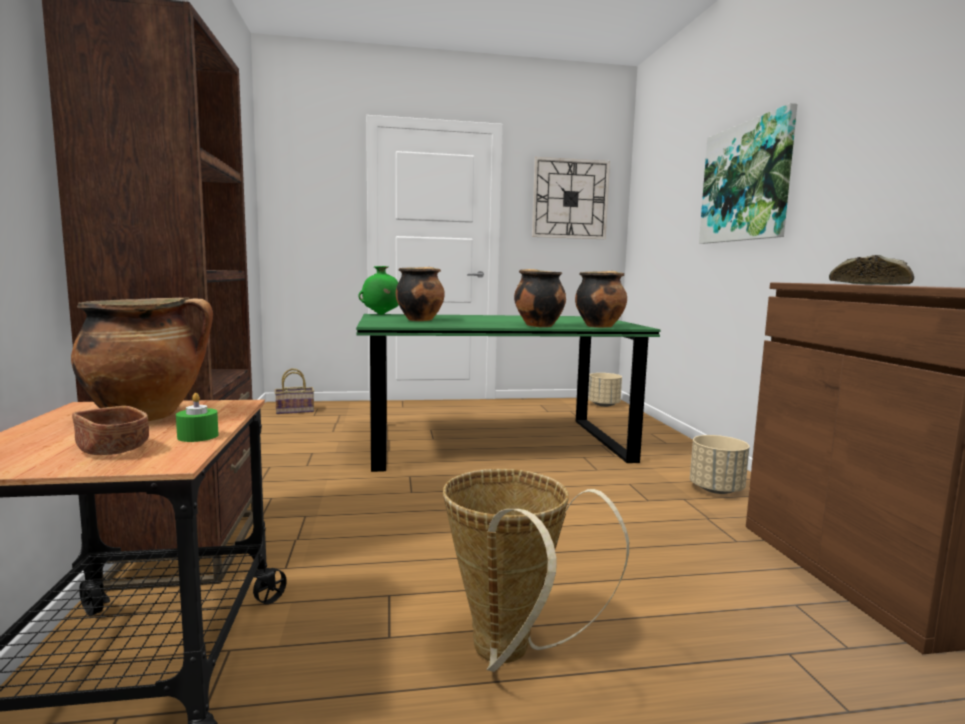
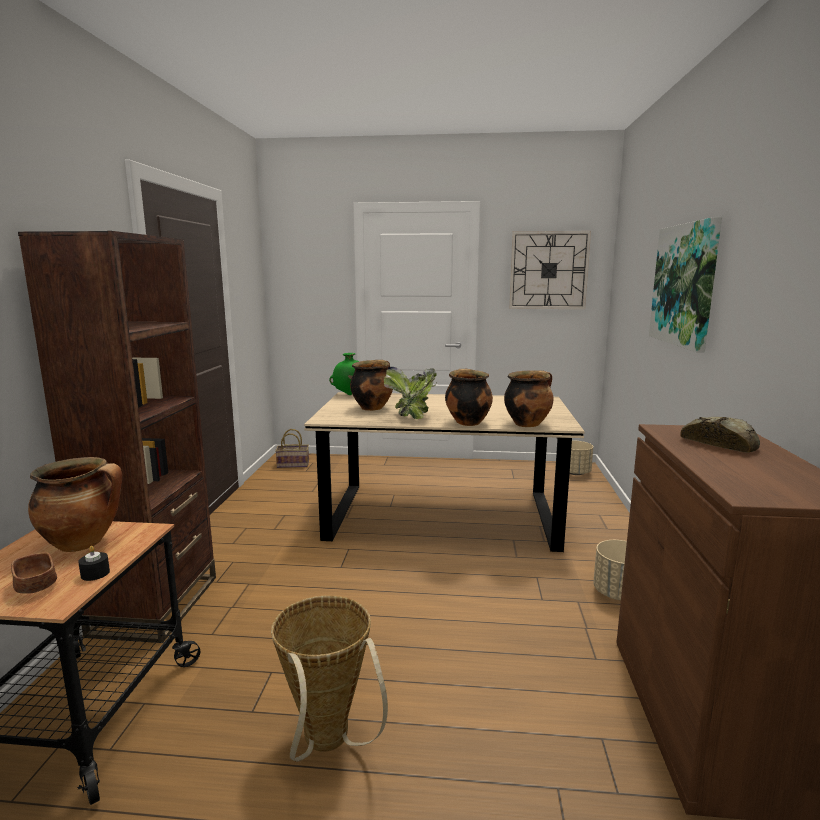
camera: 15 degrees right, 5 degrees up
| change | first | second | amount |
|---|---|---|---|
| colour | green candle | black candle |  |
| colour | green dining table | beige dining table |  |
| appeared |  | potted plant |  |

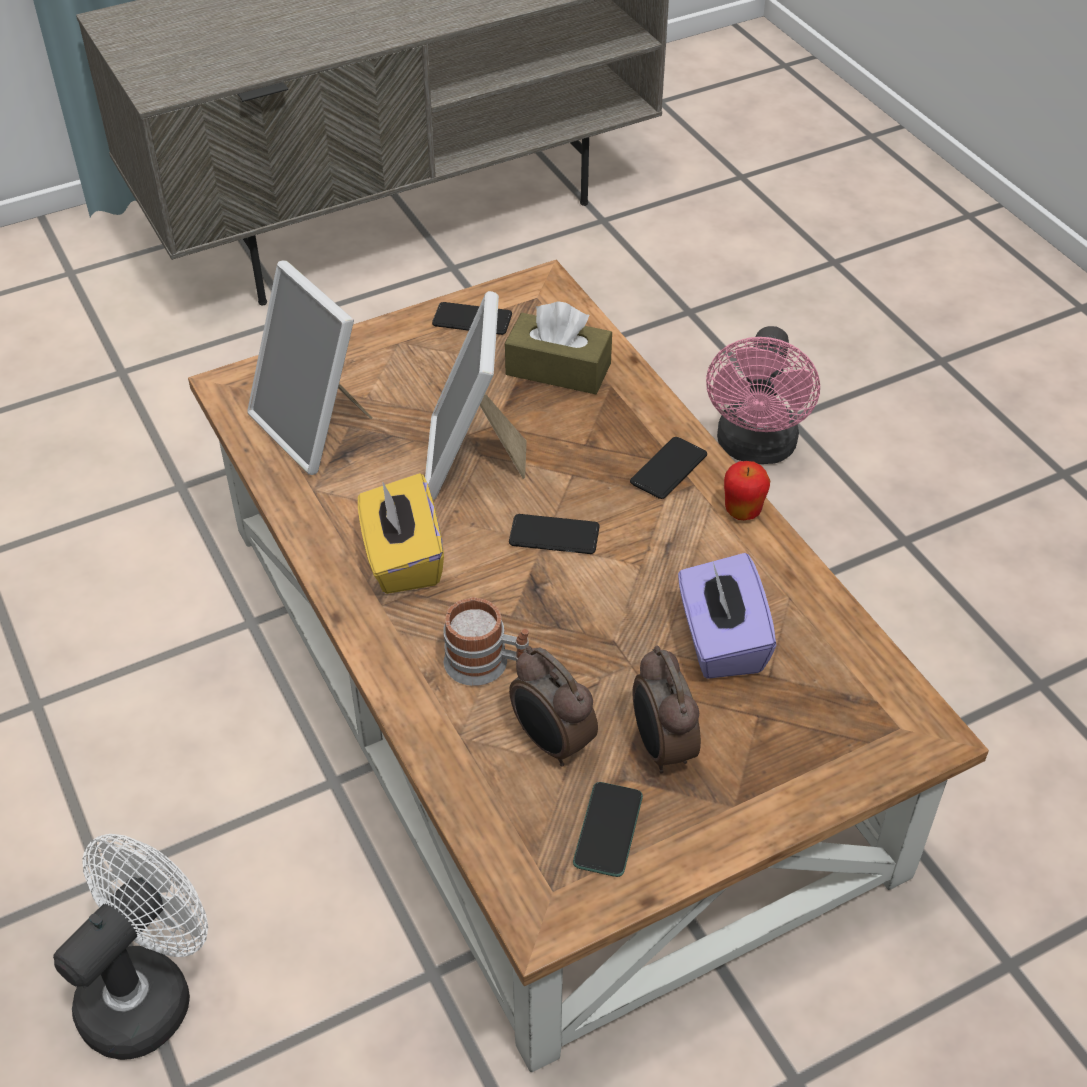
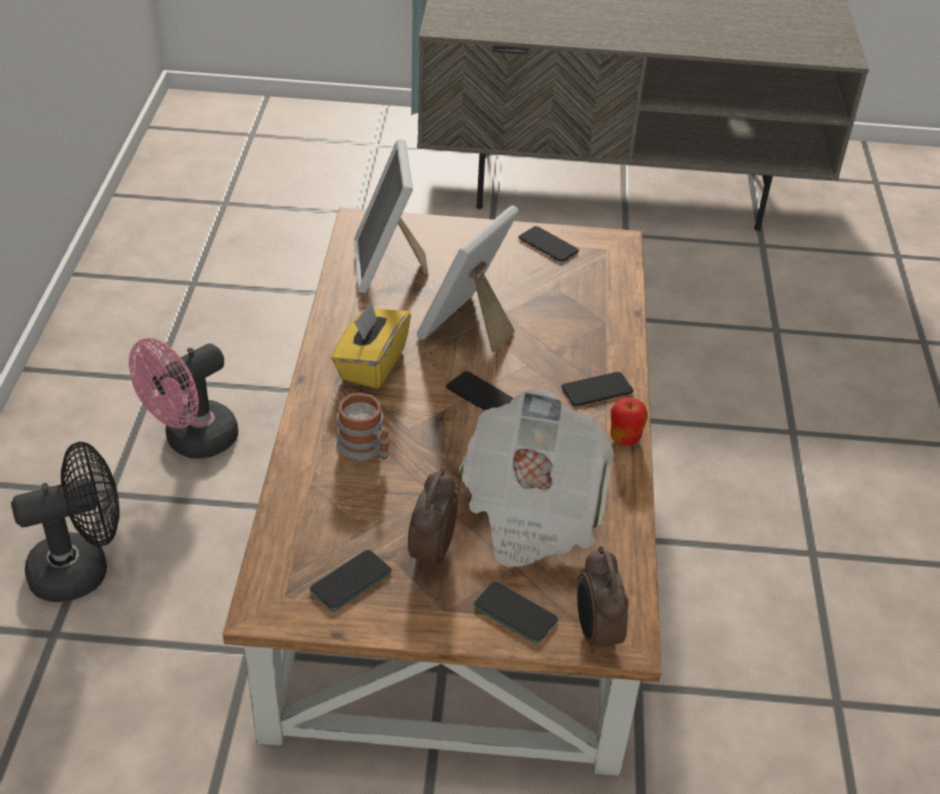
camera: 30 degrees right, 5 degrees down
| change | first | second | amount |
|---|---|---|---|
| colour | white fan | black fan |  |
| relocated | pink fan |  |  |
| exchanged | purple tissue box | newspaper |  |
| appeared |  | phone (no. 3 from left) |  |
| relocated | alarm clock (no. 1 from left in the first image) | alarm clock (no. 2 from left) |  |
| missing | brown tissue box |  |  |

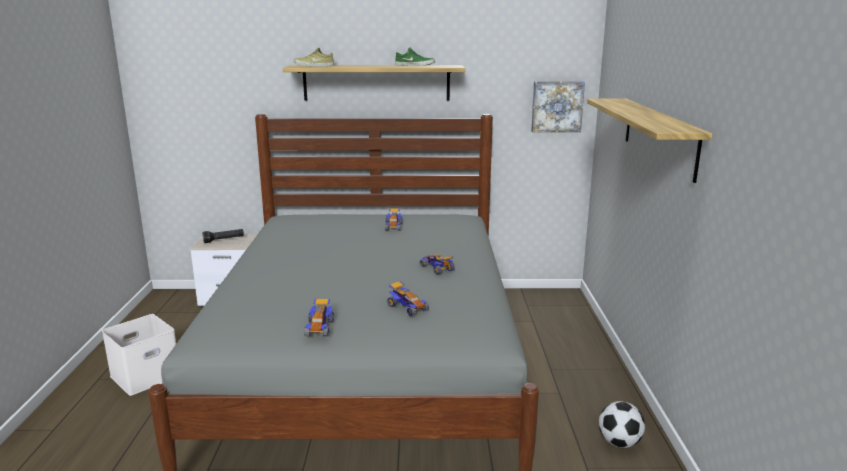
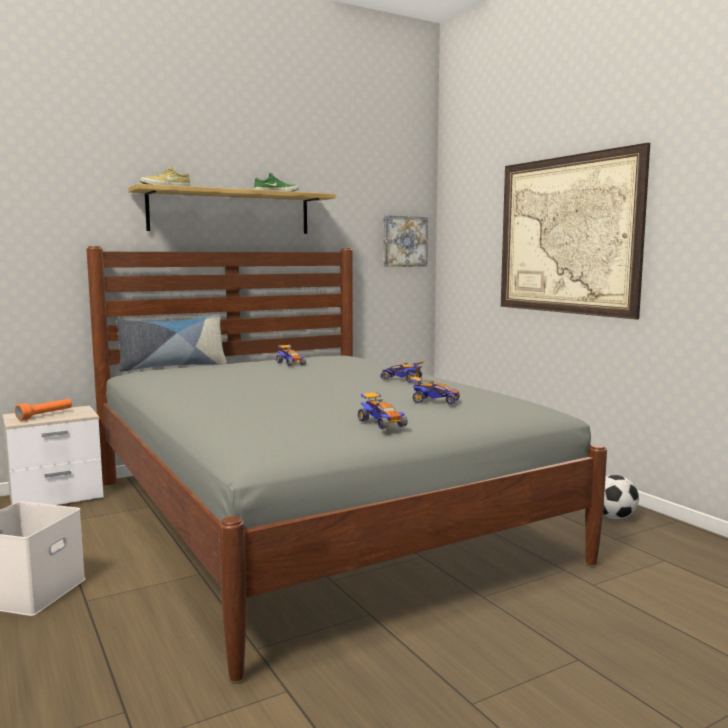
camera: 30 degrees left, 10 degrees down
| change | first | second | amount |
|---|---|---|---|
| colour | black flashlight | orange flashlight |  |
| appeared |  | pillow |  |
| exchanged | shelf (no. 2 from left) | picture (no. 2 from left) |  |

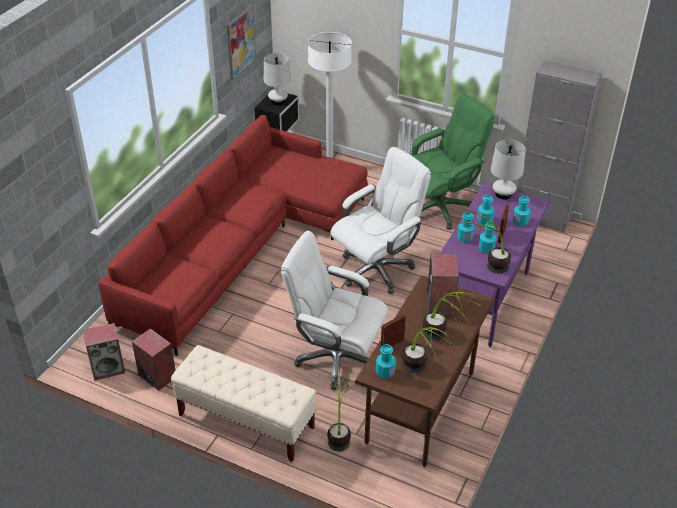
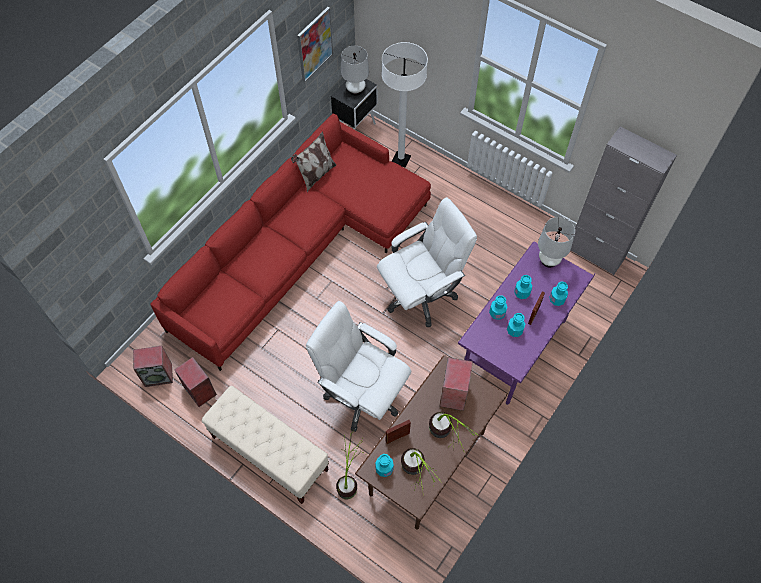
camera: 10 degrees right, 20 degrees up
| change | first | second | amount |
|---|---|---|---|
| appeared |  | pillow |  |
| missing | green office chair |  |  |
| missing | potted plant (no. 4 from left) |  |  |

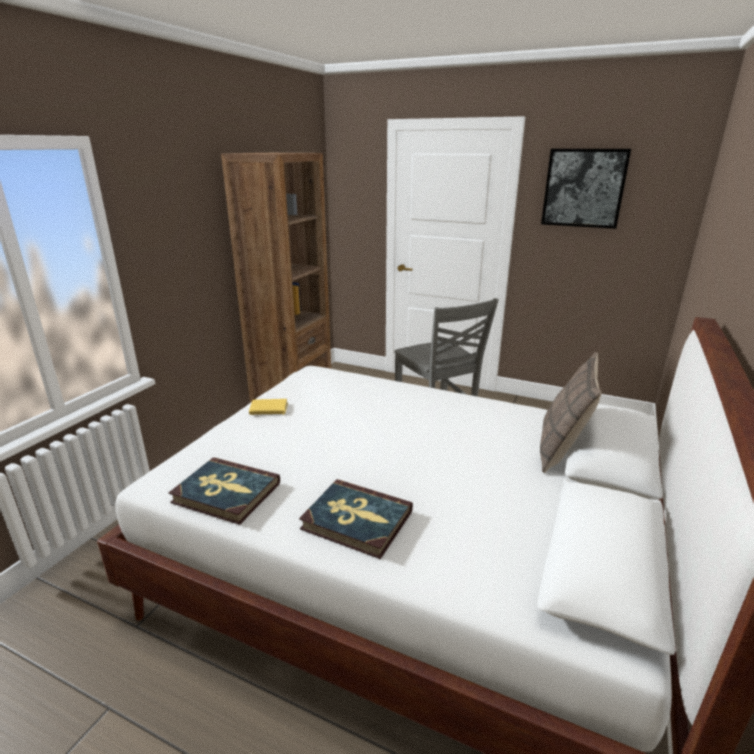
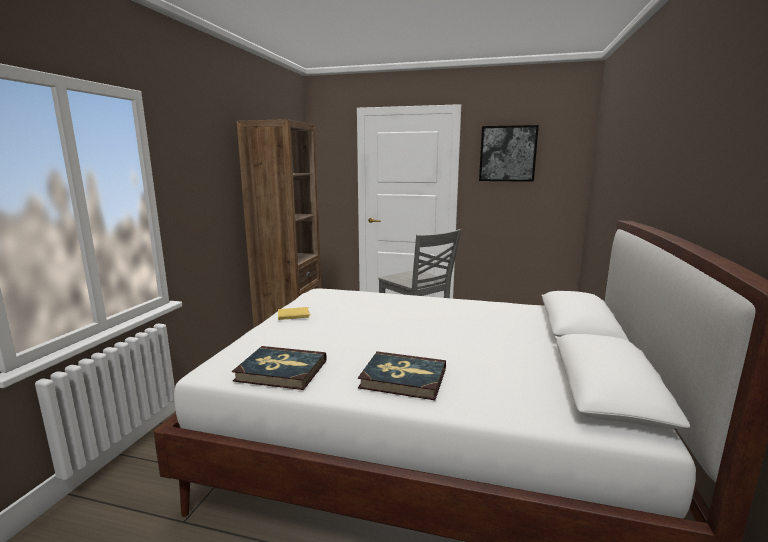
camera: 10 degrees left, 10 degrees down
| change | first | second | amount |
|---|---|---|---|
| missing | pillow |  |  |

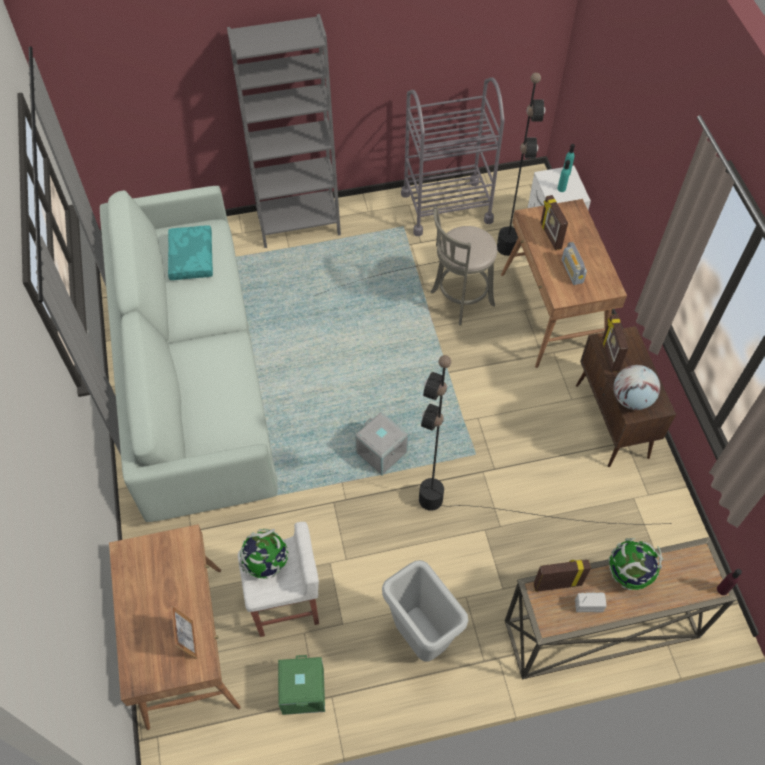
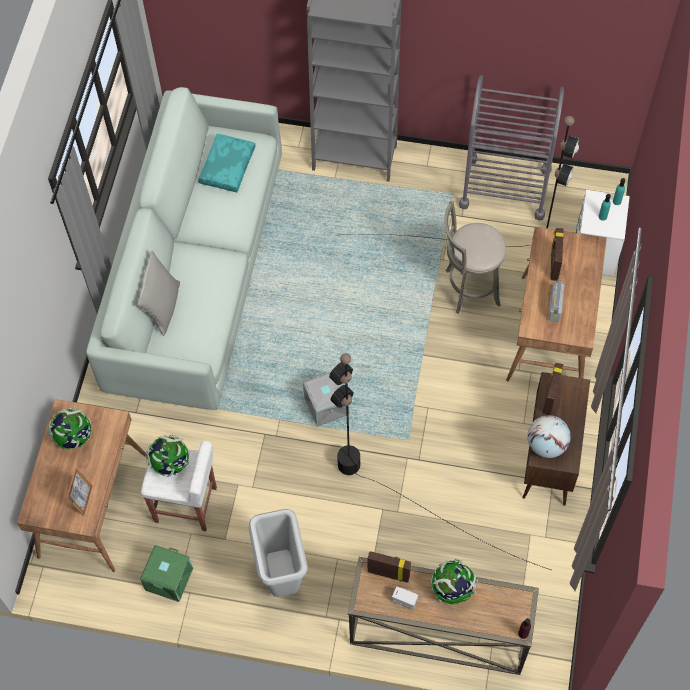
camera: 25 degrees right, 5 degrees up
| change | first | second | amount |
|---|---|---|---|
| appeared |  | globe (no. 1 from left) |  |
| appeared |  | grey pillow |  |

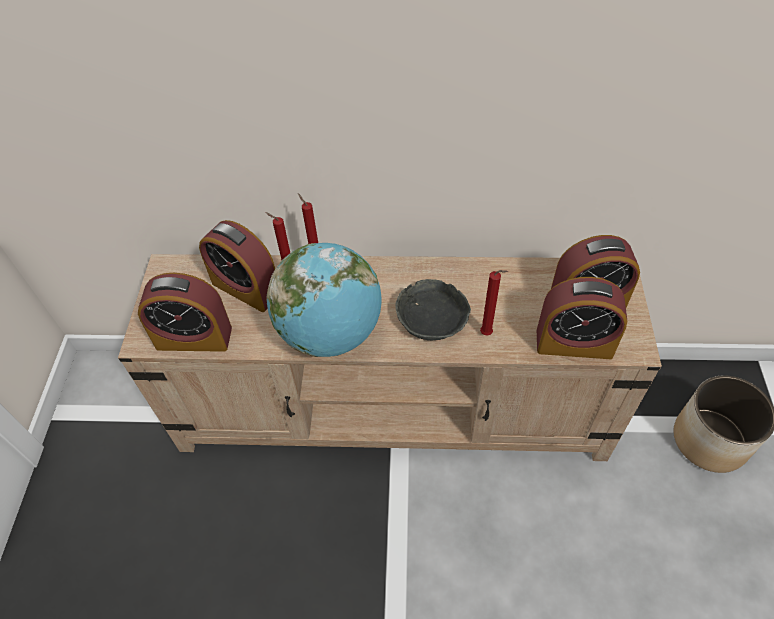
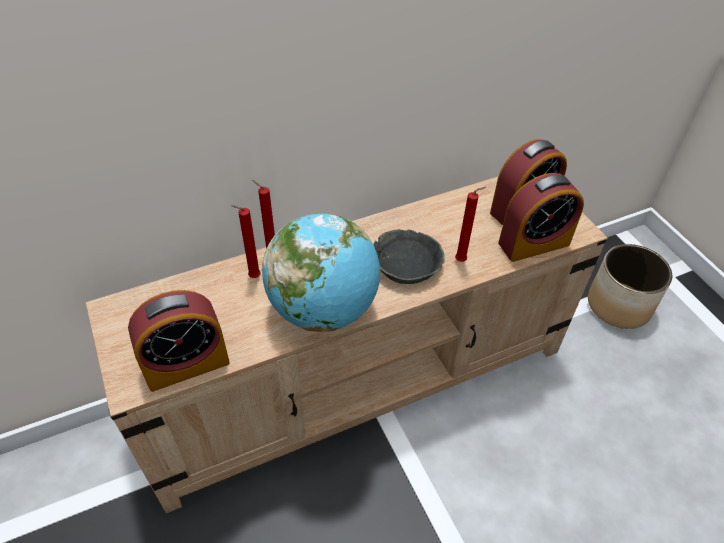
camera: 30 degrees left, 5 degrees down
| change | first | second | amount |
|---|---|---|---|
| missing | alarm clock (no. 2 from left) |  |  |

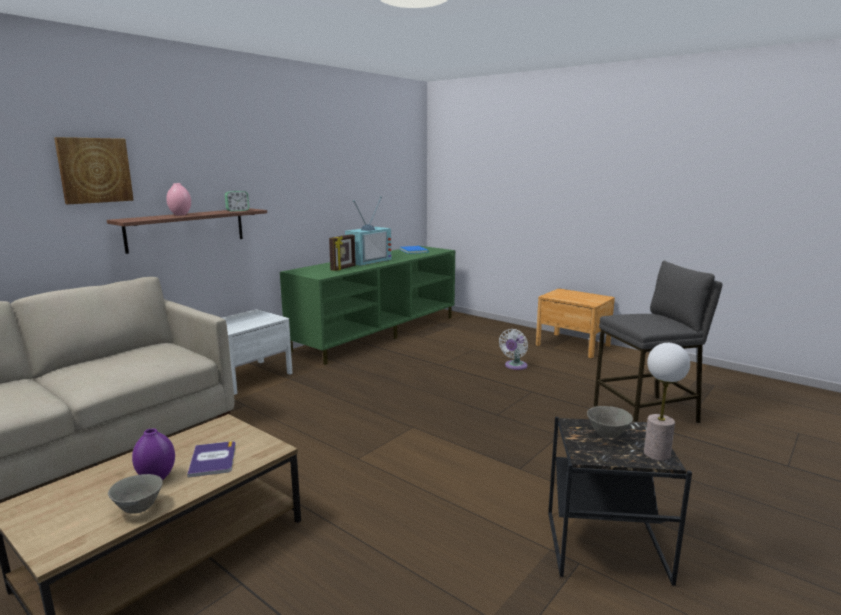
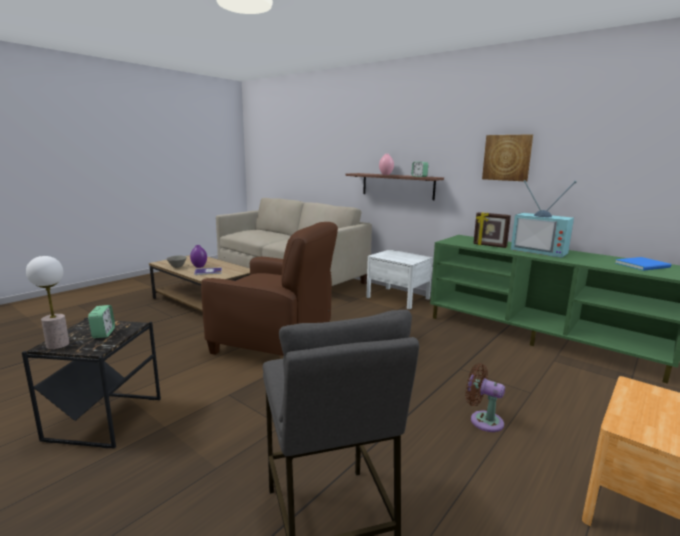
camera: 90 degrees right, 0 degrees up
| change | first | second | amount |
|---|---|---|---|
| exchanged | grey bowl (no. 2 from left) | alarm clock (no. 1 from left) |  |
| appeared |  | brown armchair |  |
| colour | white fan | brown fan |  |
| relocated | picture |  |  |

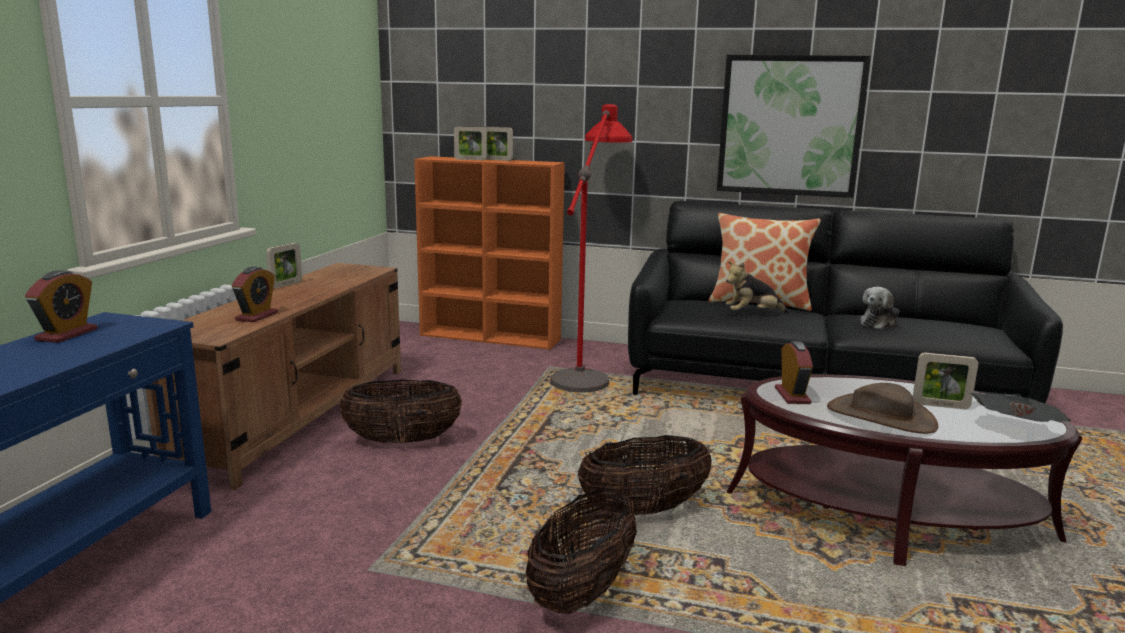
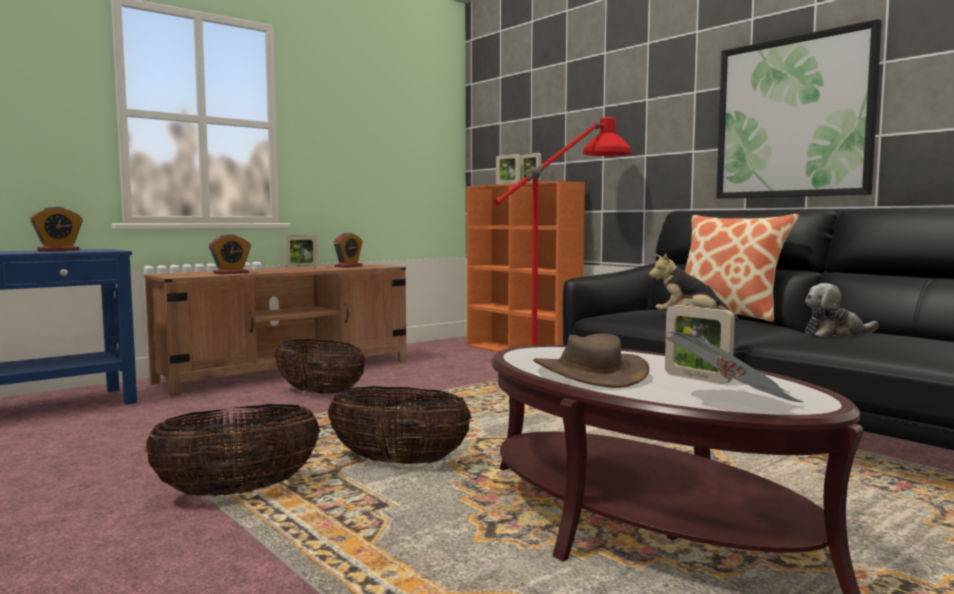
camera: 35 degrees right, 10 degrees down
| change | first | second | amount |
|---|---|---|---|
| relocated | alarm clock (no. 3 from left) |  |  |

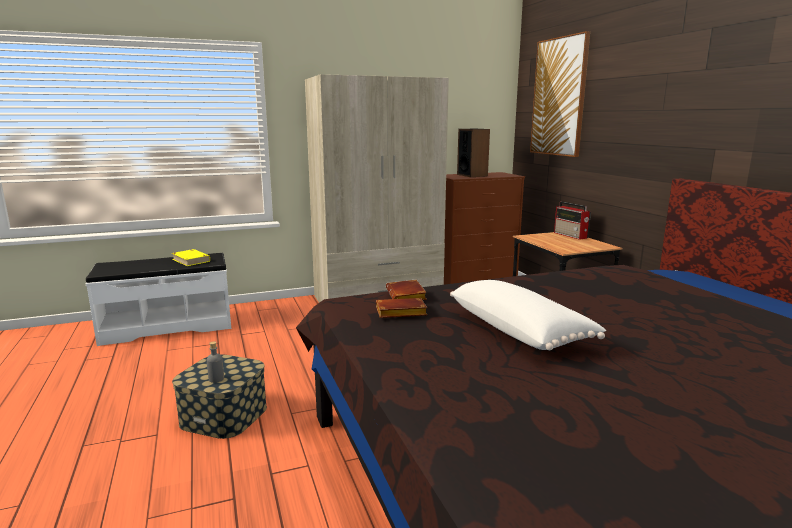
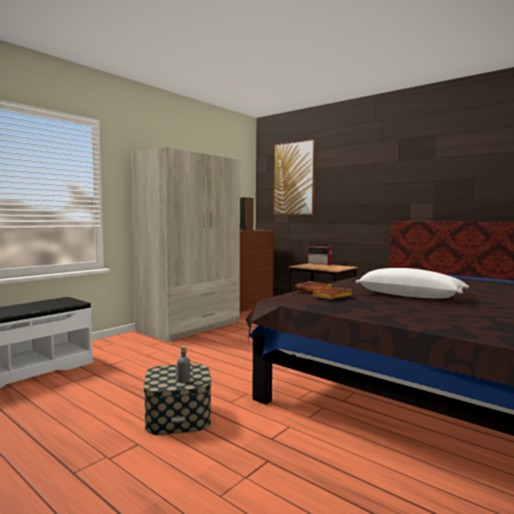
camera: 30 degrees left, 10 degrees down
| change | first | second | amount |
|---|---|---|---|
| missing | yellow book |  |  |

